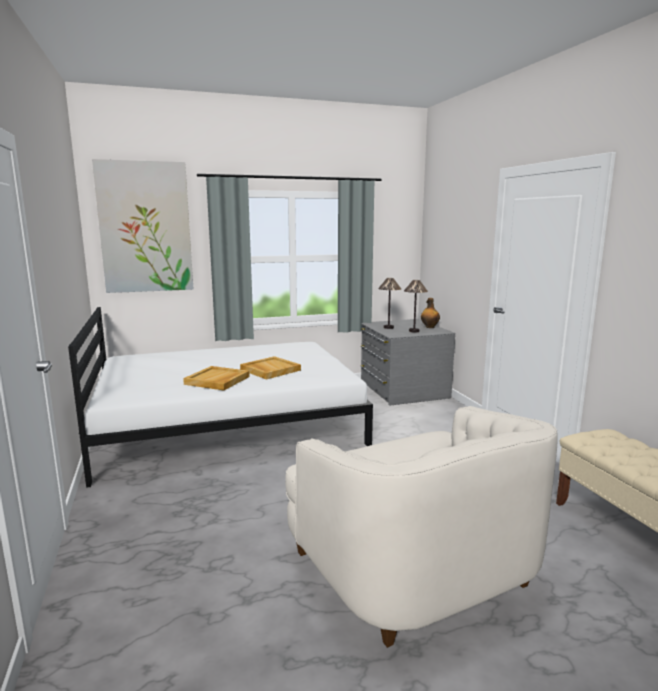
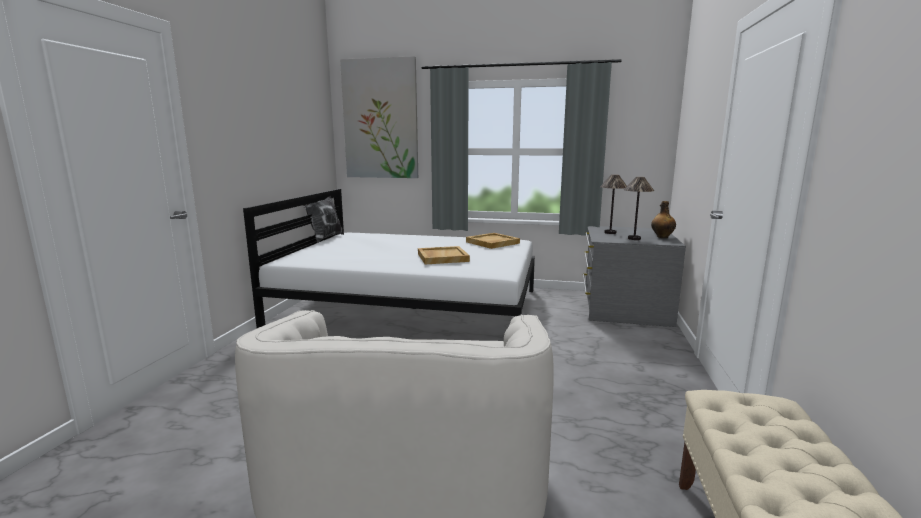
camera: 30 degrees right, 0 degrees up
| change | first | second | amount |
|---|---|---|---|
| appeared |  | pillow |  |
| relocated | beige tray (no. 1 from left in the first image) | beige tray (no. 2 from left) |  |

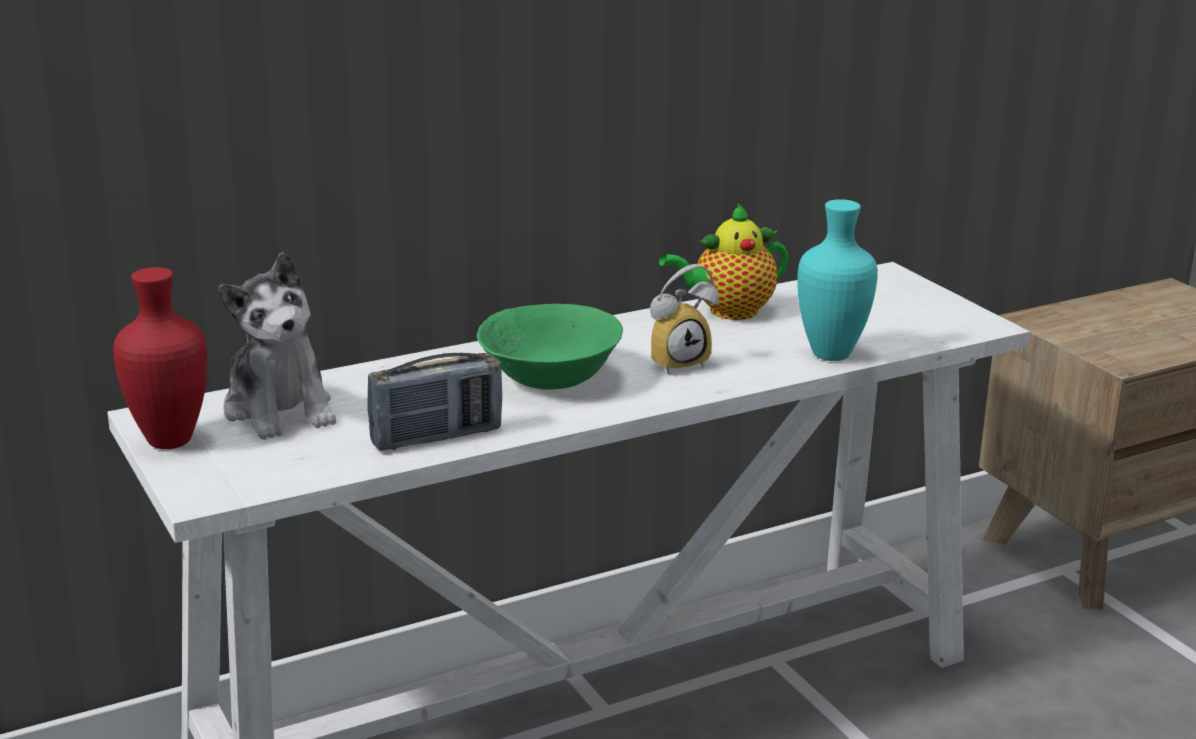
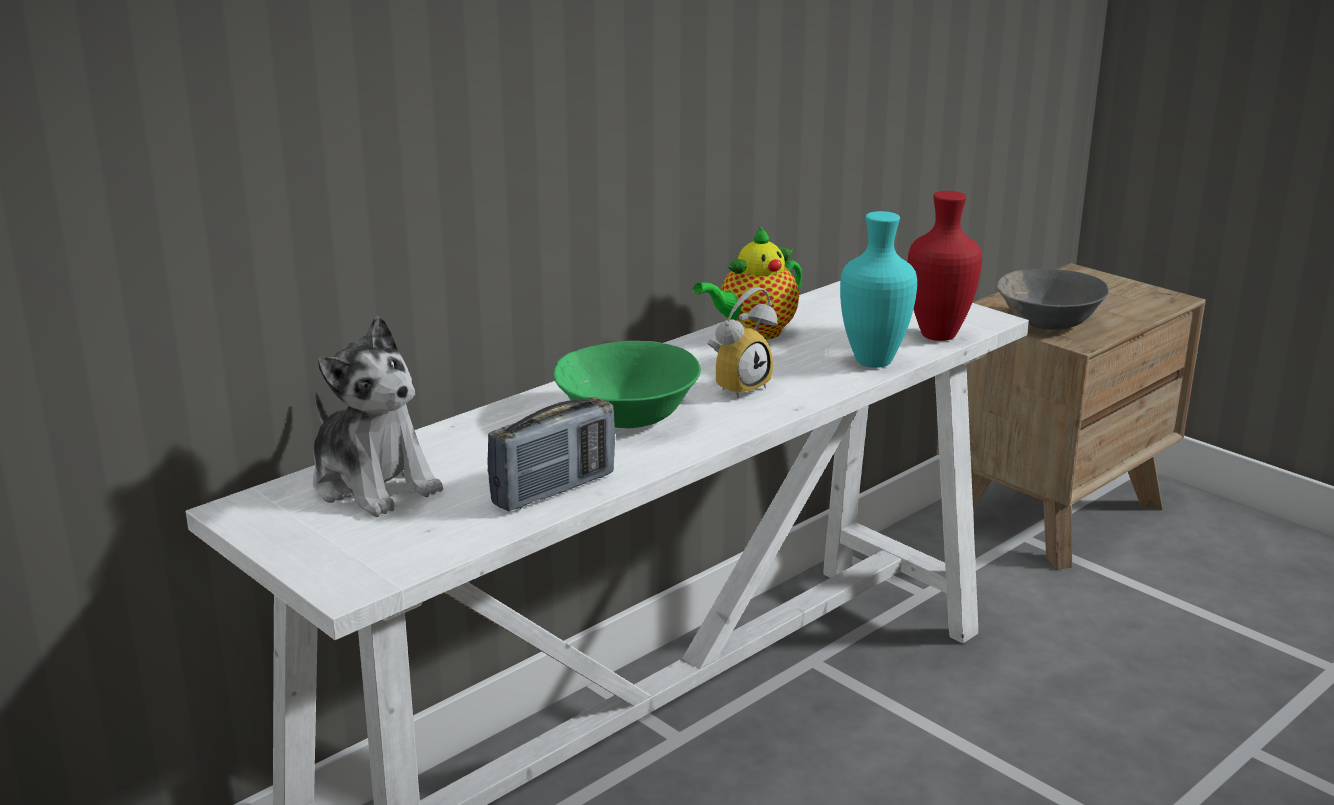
camera: 15 degrees left, 0 degrees up
| change | first | second | amount |
|---|---|---|---|
| relocated | red vase |  |  |
| appeared |  | grey bowl |  |

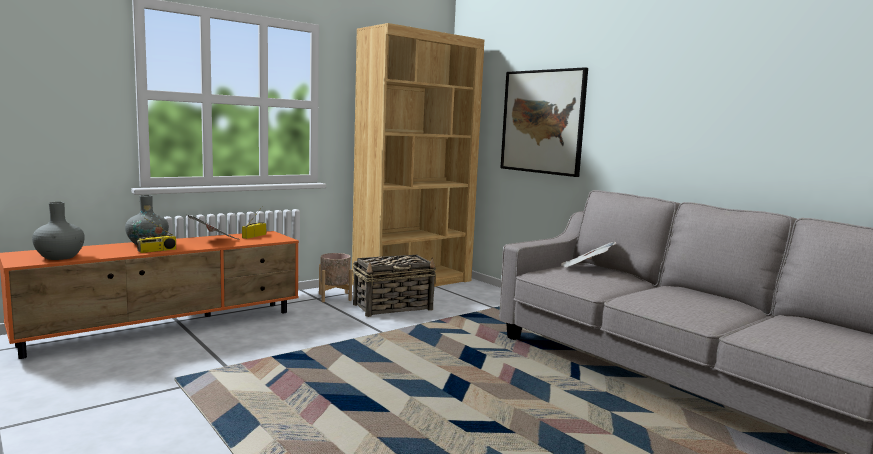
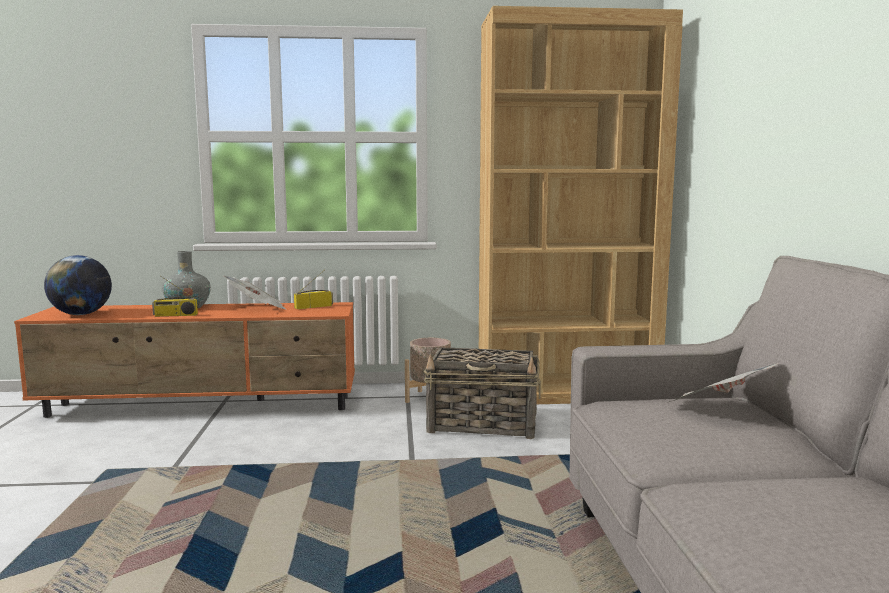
camera: 35 degrees right, 0 degrees up
| change | first | second | amount |
|---|---|---|---|
| exchanged | grey vase (no. 1 from left) | globe |  |
| missing | picture |  |  |

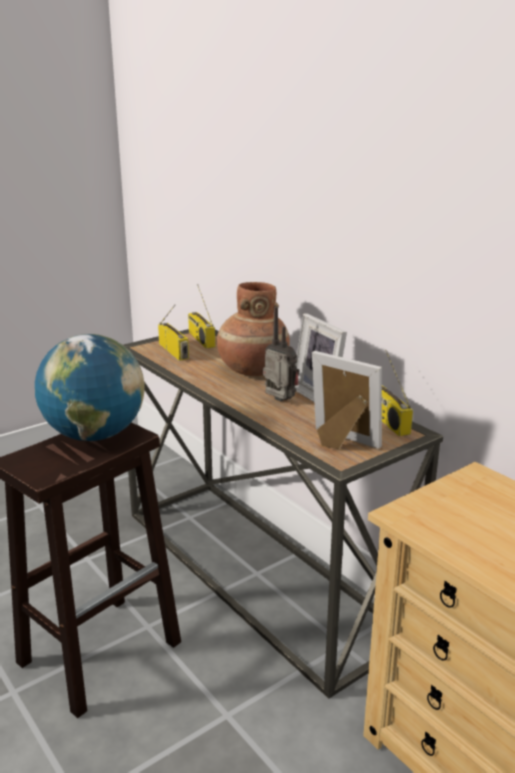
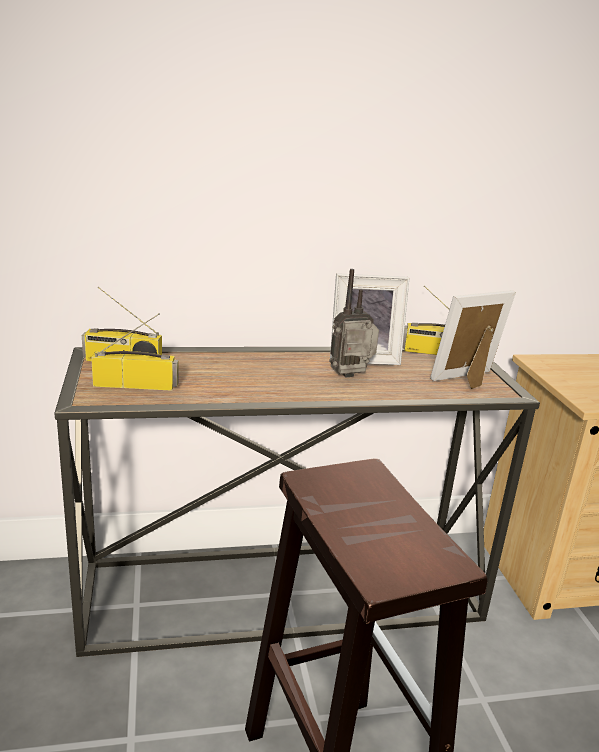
camera: 65 degrees left, 0 degrees up
| change | first | second | amount |
|---|---|---|---|
| missing | globe |  |  |
| missing | brown vase |  |  |

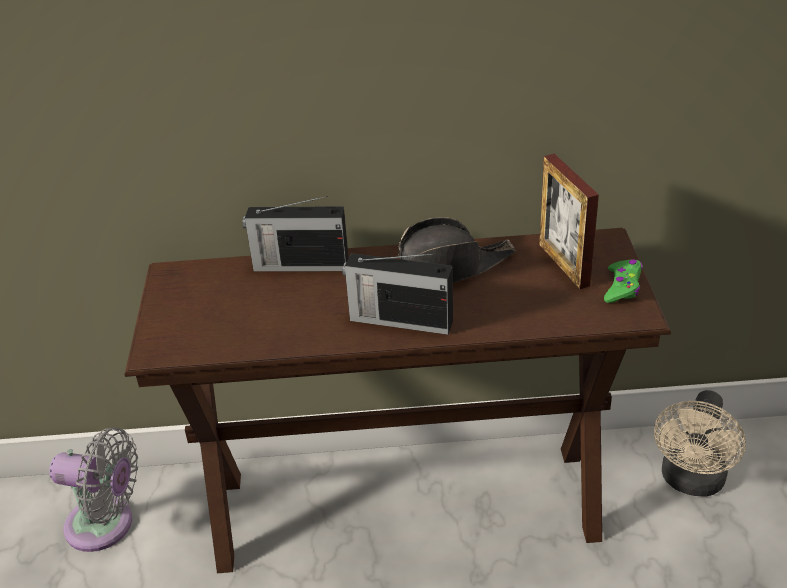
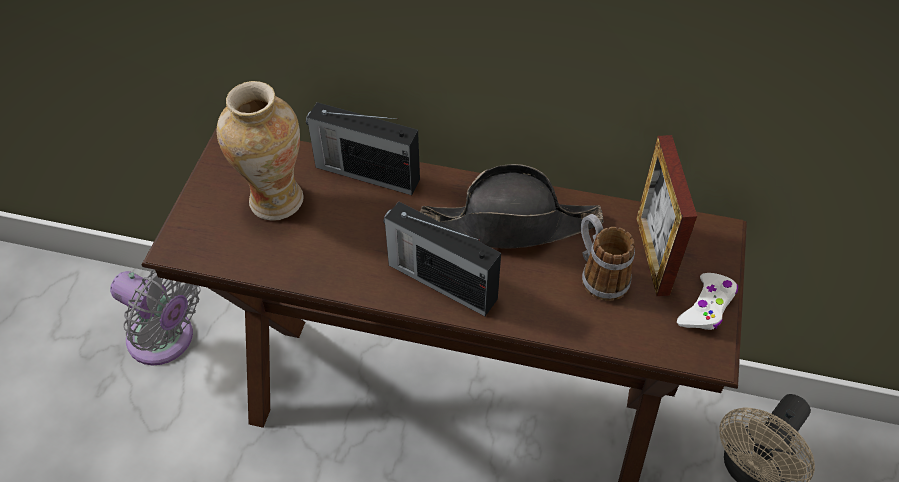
camera: 15 degrees right, 15 degrees up
| change | first | second | amount |
|---|---|---|---|
| appeared |  | vase |  |
| appeared |  | mug |  |
| colour | green game controller | white game controller |  |

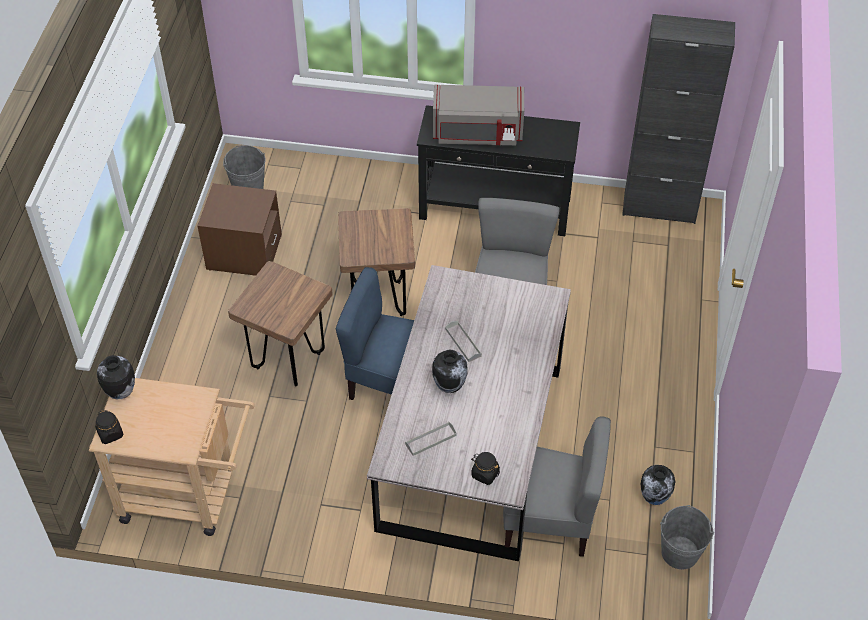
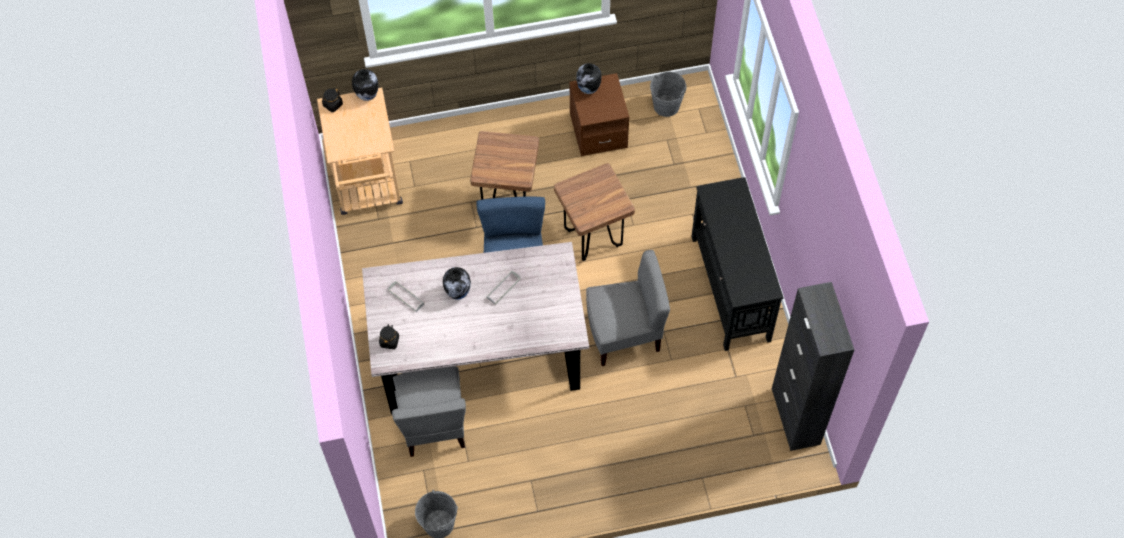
camera: 70 degrees right, 10 degrees up
| change | first | second | amount |
|---|---|---|---|
| relocated | vase (no. 3 from left) |  |  |
| missing | grey microwave |  |  |

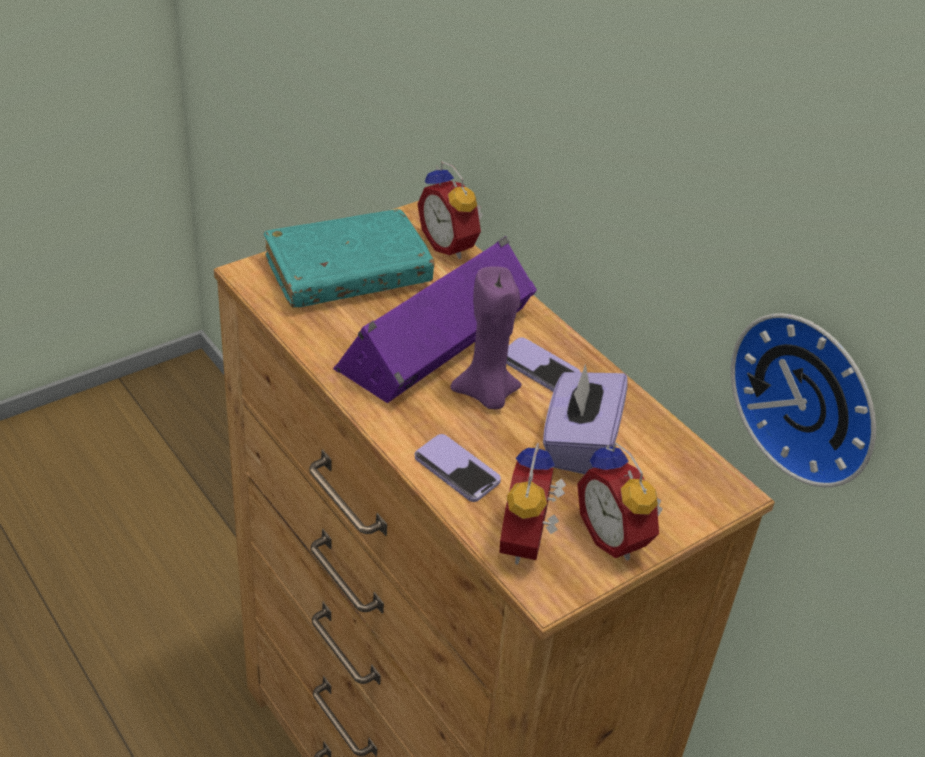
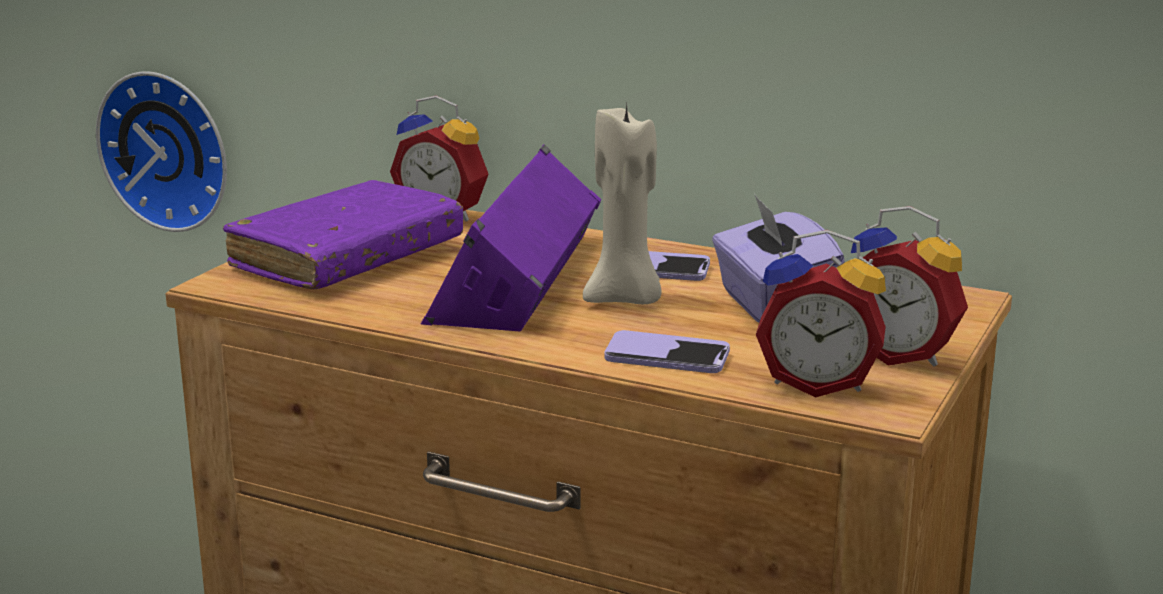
camera: 25 degrees left, 20 degrees down
| change | first | second | amount |
|---|---|---|---|
| relocated | wall clock |  |  |
| colour | turquoise book | purple book |  |
| colour | purple candle | beige candle |  |
| spun | alarm clock (no. 2 from left) |  | 60 degrees counterclockwise |

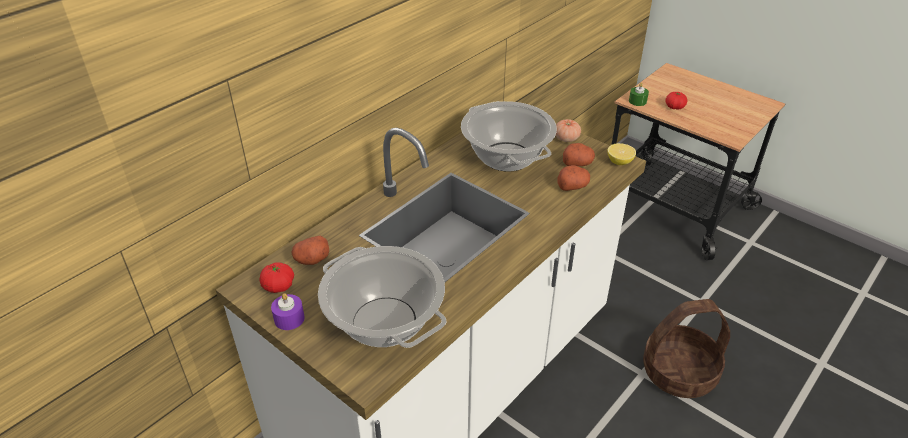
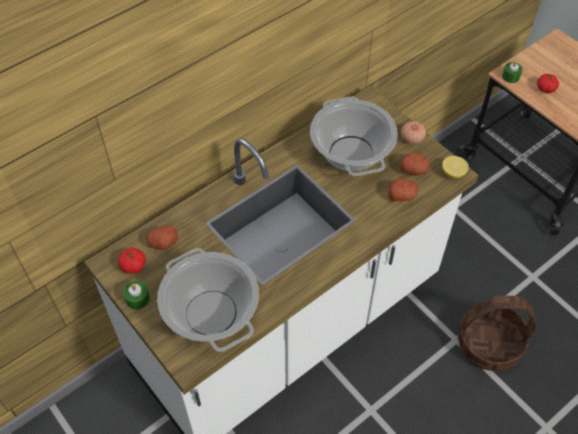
camera: 10 degrees right, 15 degrees up
| change | first | second | amount |
|---|---|---|---|
| colour | purple candle | green candle (no. 1 from left) |  |

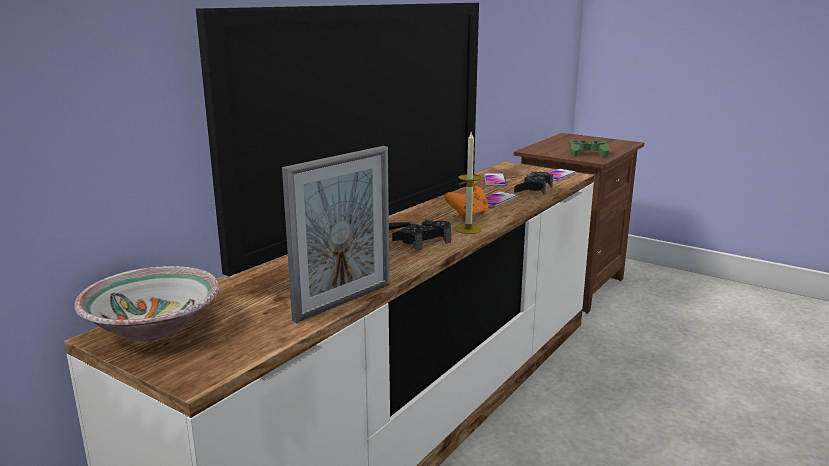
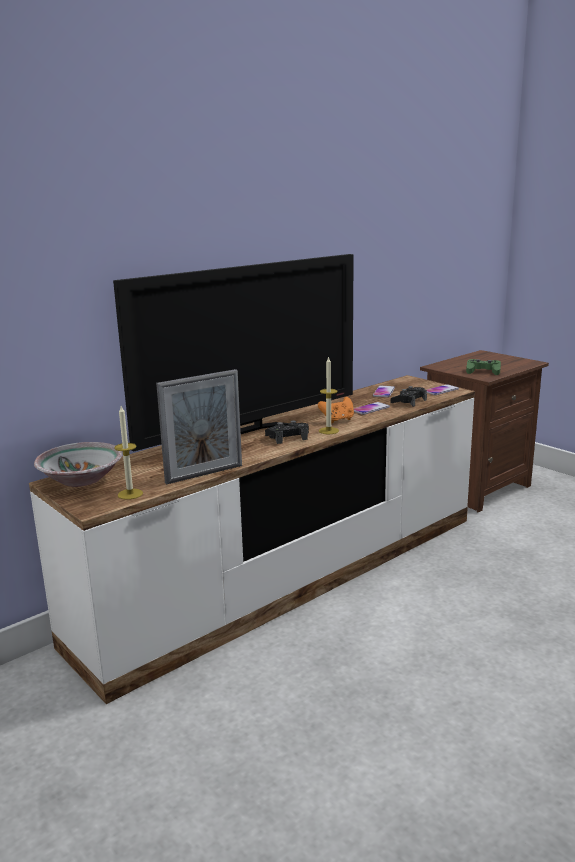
camera: 15 degrees right, 0 degrees up
| change | first | second | amount |
|---|---|---|---|
| appeared |  | candle (no. 1 from left) |  |

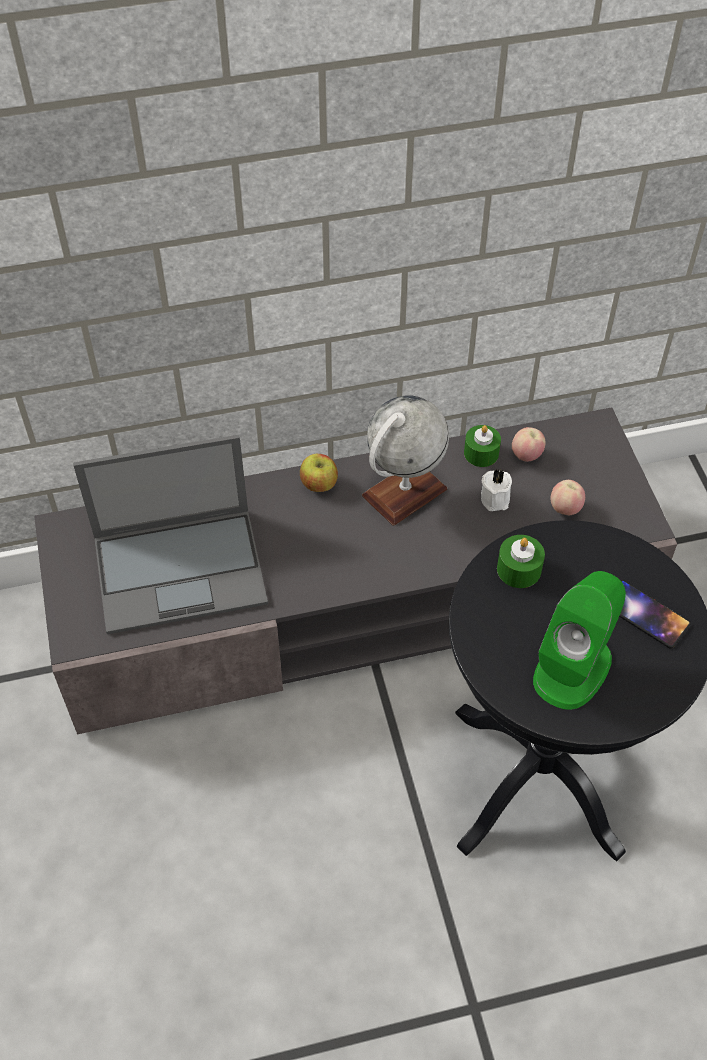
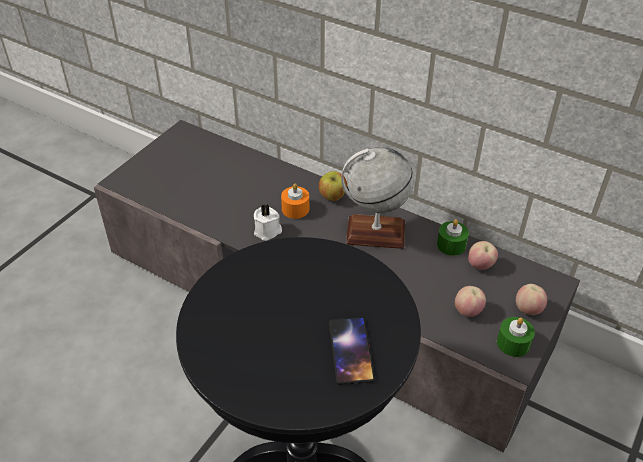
camera: 45 degrees right, 10 degrees down
| change | first | second | amount |
|---|---|---|---|
| relocated | white candle |  |  |
| appeared |  | orange candle |  |
| relocated | green candle (no. 2 from left) |  |  |
| appeared |  | apple (no. 4 from left) |  |
| missing | laptop |  |  |
| missing | green speaker |  |  |

